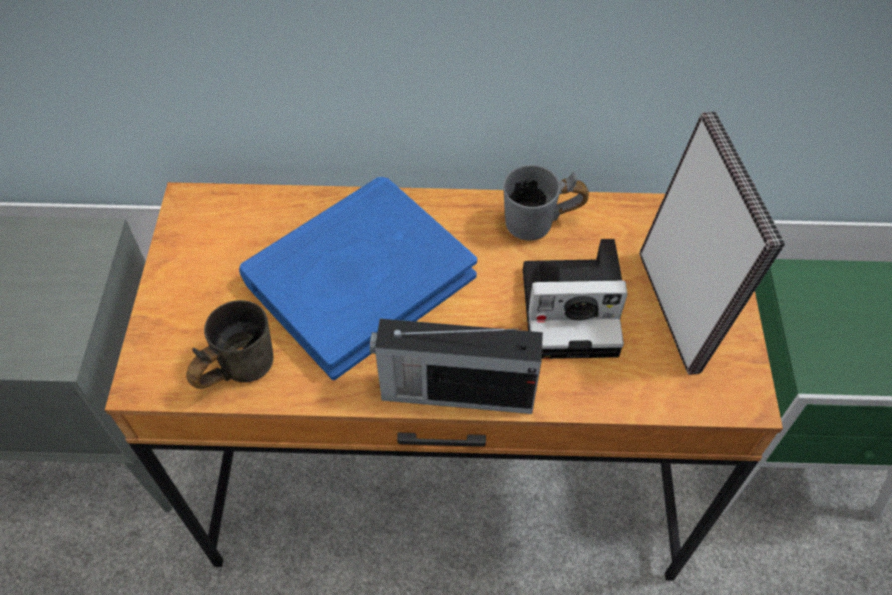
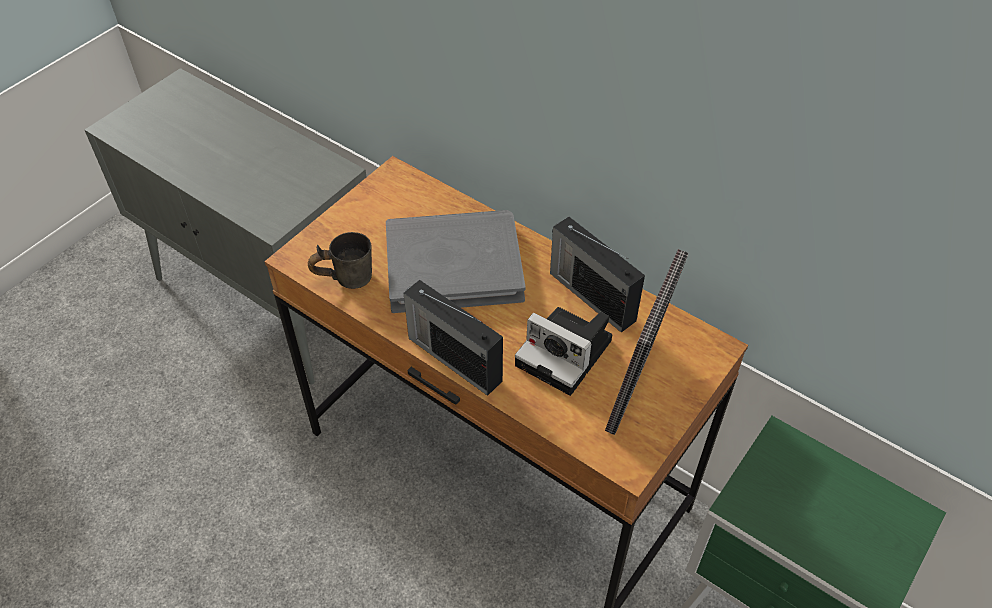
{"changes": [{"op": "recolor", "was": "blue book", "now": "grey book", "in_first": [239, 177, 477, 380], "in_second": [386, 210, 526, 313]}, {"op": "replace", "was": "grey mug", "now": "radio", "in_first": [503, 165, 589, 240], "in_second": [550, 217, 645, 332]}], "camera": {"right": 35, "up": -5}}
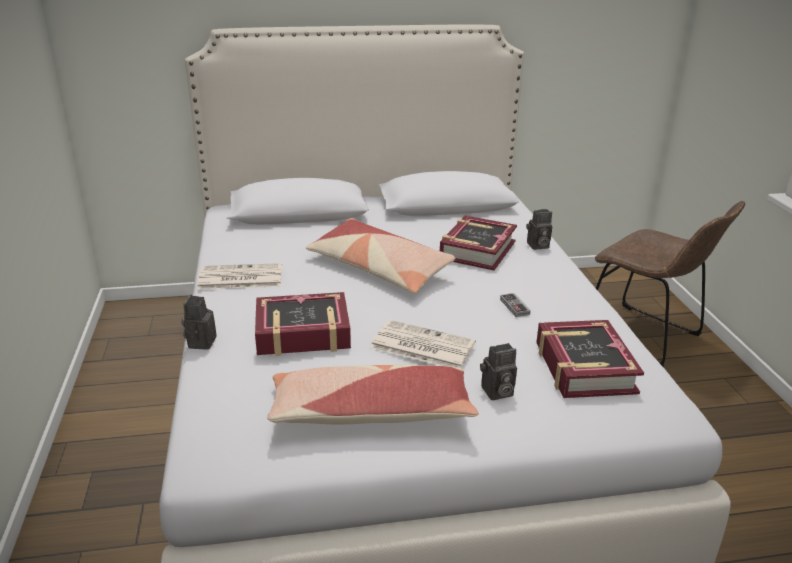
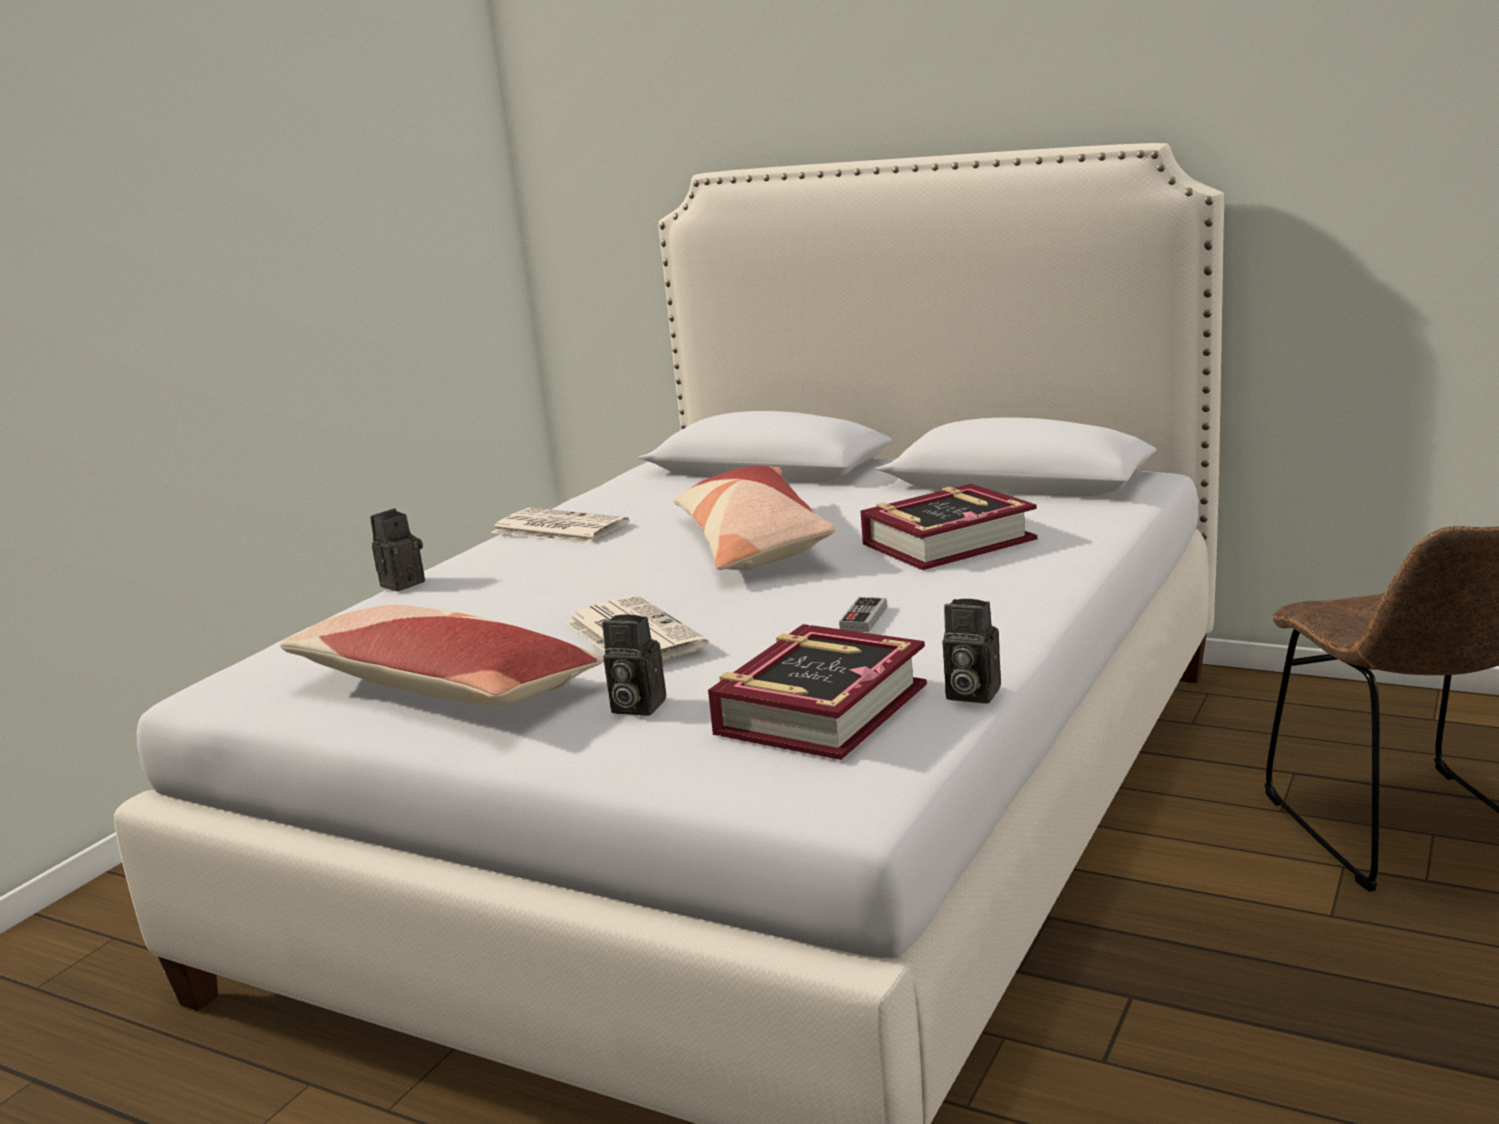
{"changes": [{"op": "delete", "was": "book", "in_first": [255, 292, 351, 356]}, {"op": "move", "was": "photo camera", "in_first": [526, 209, 552, 250], "in_second": [942, 599, 1001, 704]}], "camera": {"right": 40, "up": -10}}
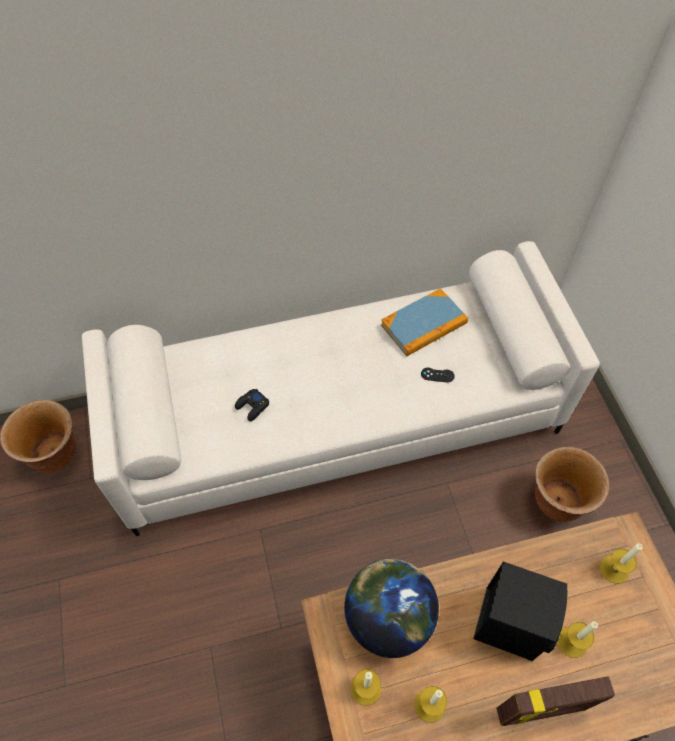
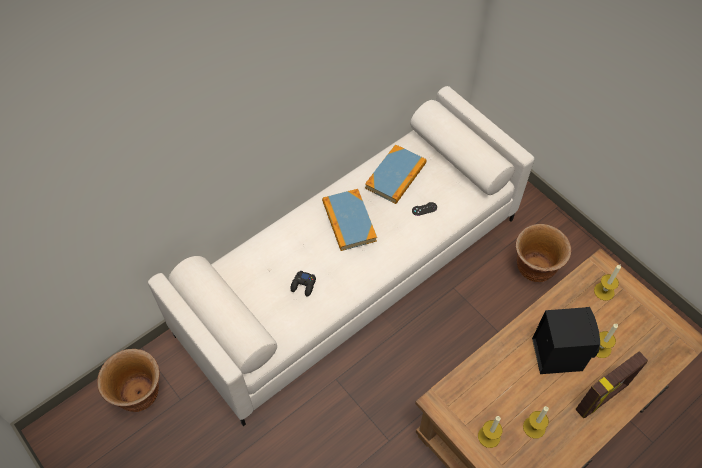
{"changes": [{"op": "delete", "was": "globe", "in_first": [344, 559, 439, 658]}, {"op": "insert", "now": "book", "in_second": [322, 189, 377, 251]}], "camera": {"right": -25, "up": 0}}
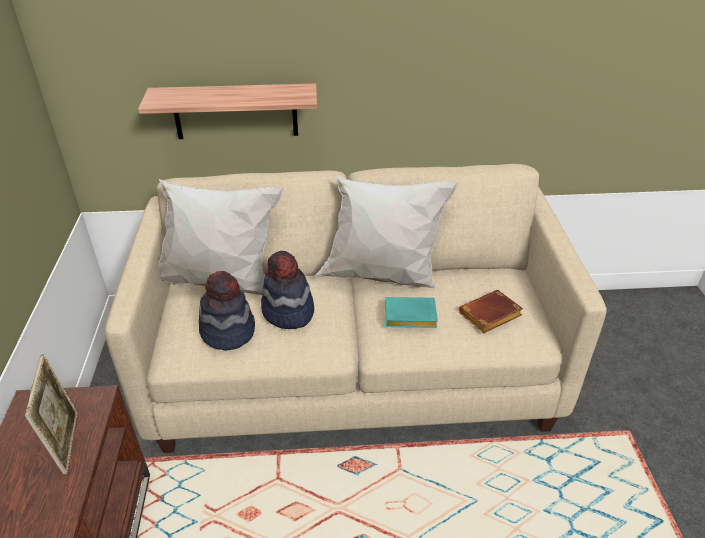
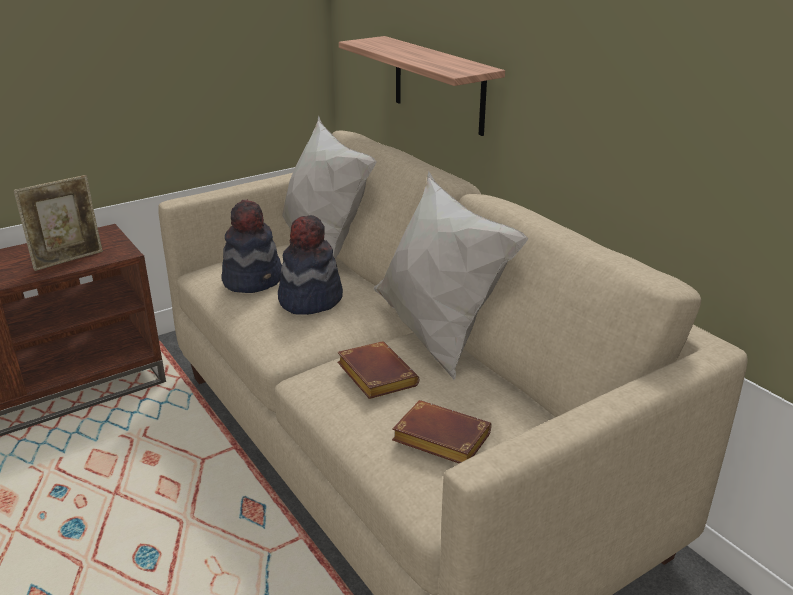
{"changes": [{"op": "recolor", "was": "turquoise book", "now": "brown book", "in_first": [385, 297, 438, 328], "in_second": [337, 342, 419, 399]}], "camera": {"right": 60, "up": -10}}
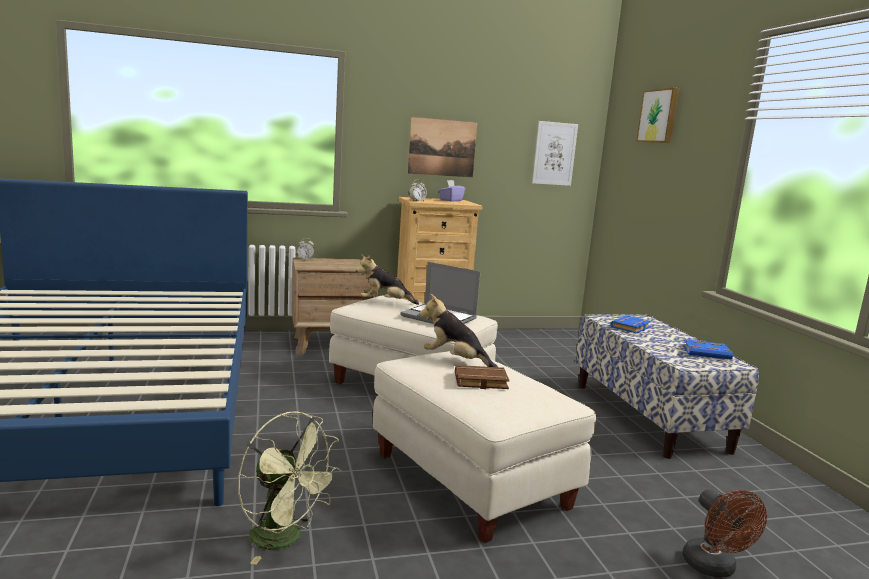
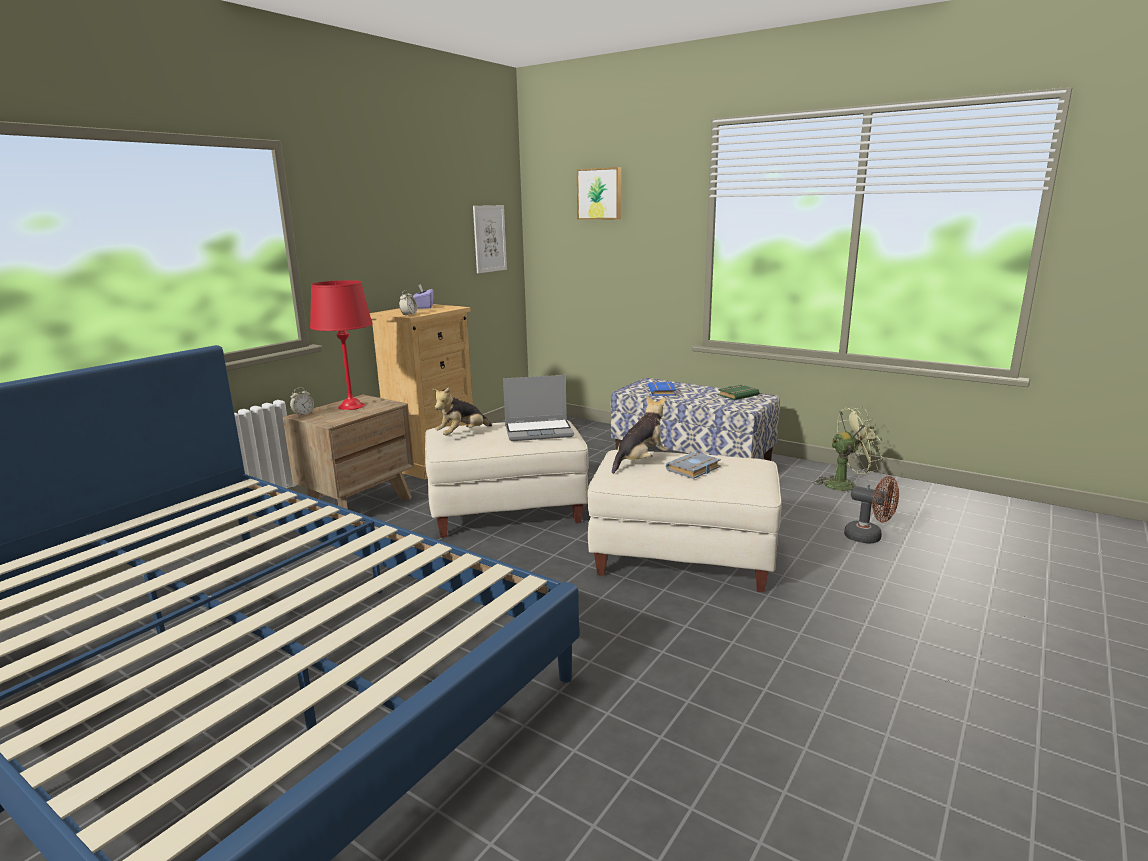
{"changes": [{"op": "move", "was": "green fan", "in_first": [238, 411, 341, 565], "in_second": [813, 407, 883, 491]}, {"op": "delete", "was": "picture", "in_first": [408, 117, 477, 178]}, {"op": "rotate", "was": "plush toy", "in_first": [419, 294, 498, 367], "in_second": [612, 396, 669, 474], "clockwise": 150}, {"op": "recolor", "was": "brown book", "now": "grey book", "in_first": [455, 365, 510, 389], "in_second": [665, 452, 721, 479]}, {"op": "recolor", "was": "blue book", "now": "green book", "in_first": [683, 339, 733, 360], "in_second": [718, 385, 760, 400]}, {"op": "insert", "now": "red table lamp", "in_second": [310, 280, 373, 410]}], "camera": {"right": -40, "up": 5}}
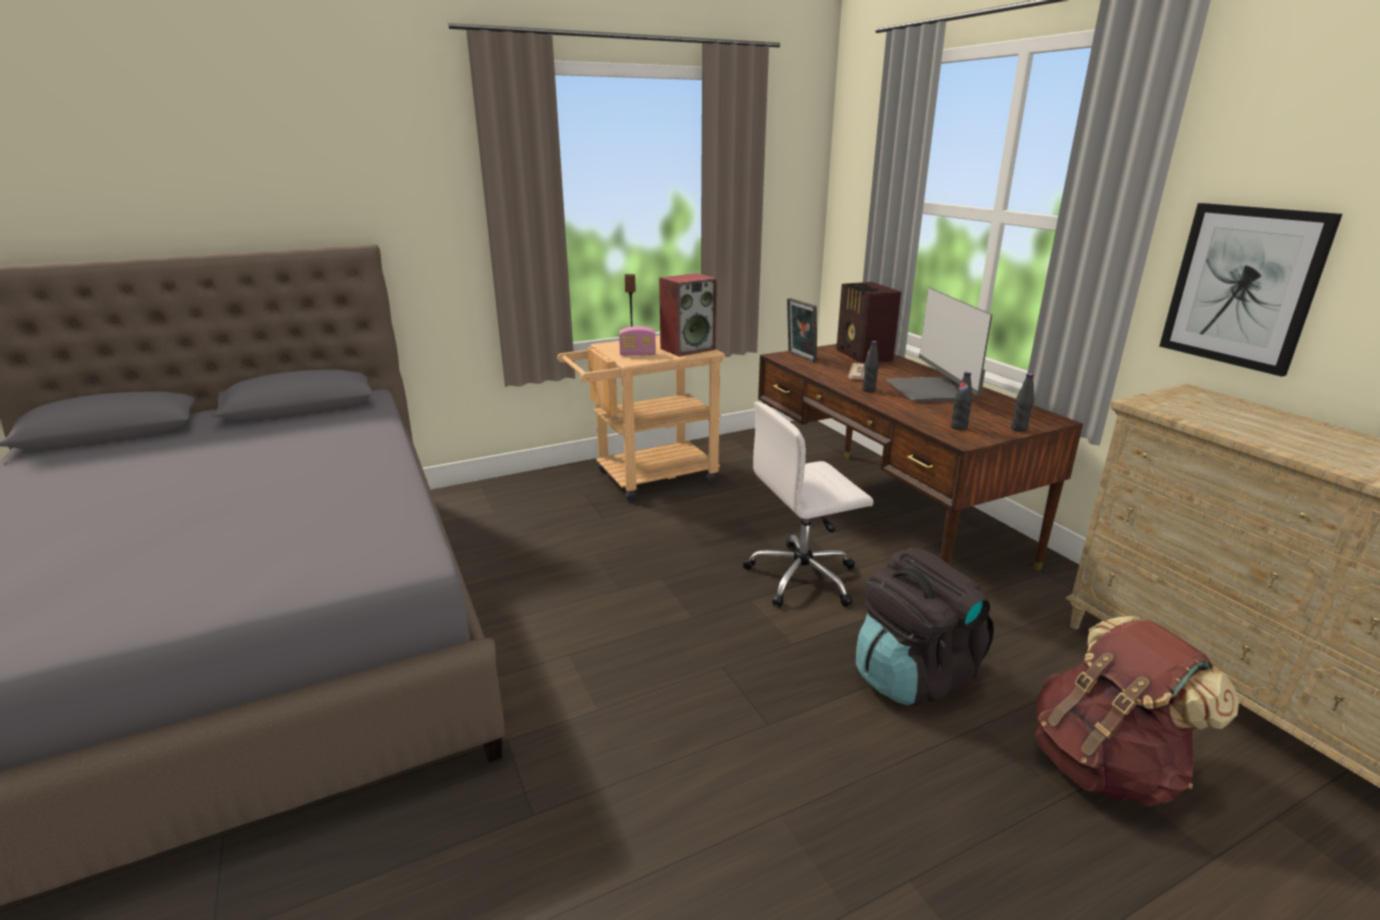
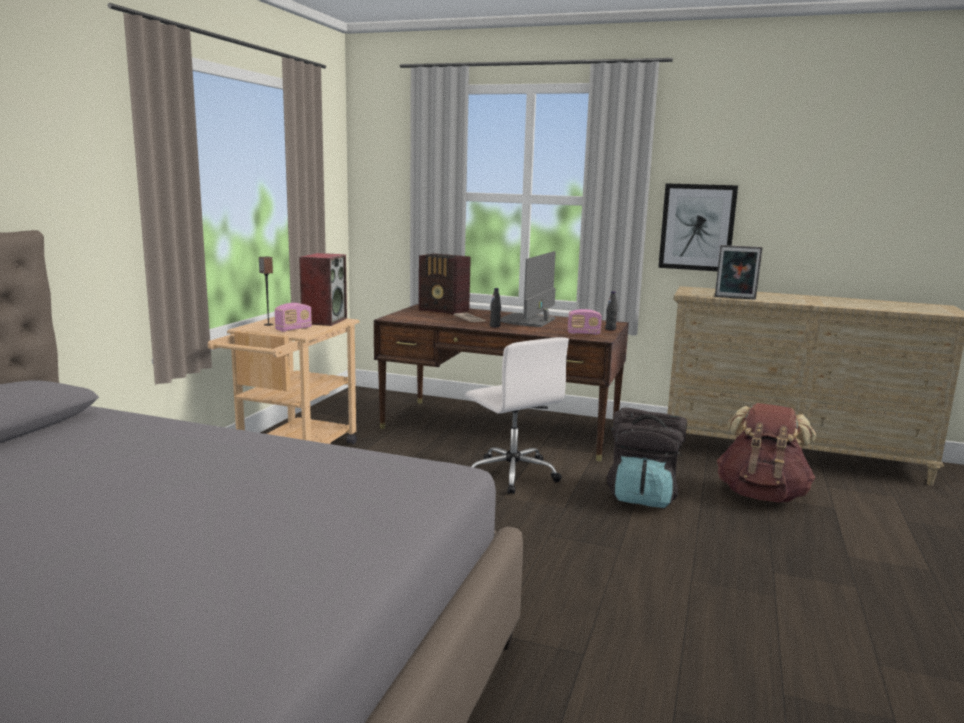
{"changes": [{"op": "rotate", "was": "white office chair", "in_first": [743, 402, 873, 607], "in_second": [465, 337, 569, 494], "clockwise": -60}, {"op": "move", "was": "picture frame", "in_first": [787, 298, 817, 363], "in_second": [715, 245, 762, 300]}, {"op": "rotate", "was": "monitor", "in_first": [886, 288, 992, 402], "in_second": [500, 251, 556, 327], "clockwise": 75}, {"op": "replace", "was": "black bottle", "now": "radio", "in_first": [951, 372, 972, 430], "in_second": [568, 309, 602, 335]}], "camera": {"right": -45, "up": -10}}
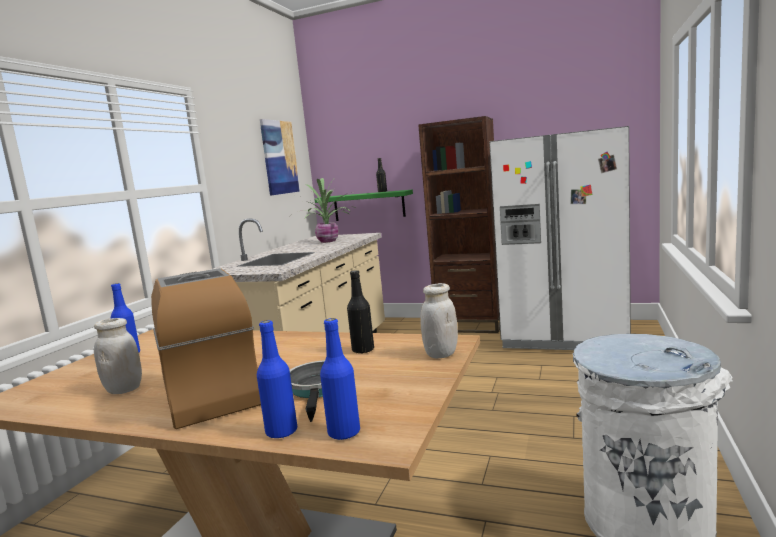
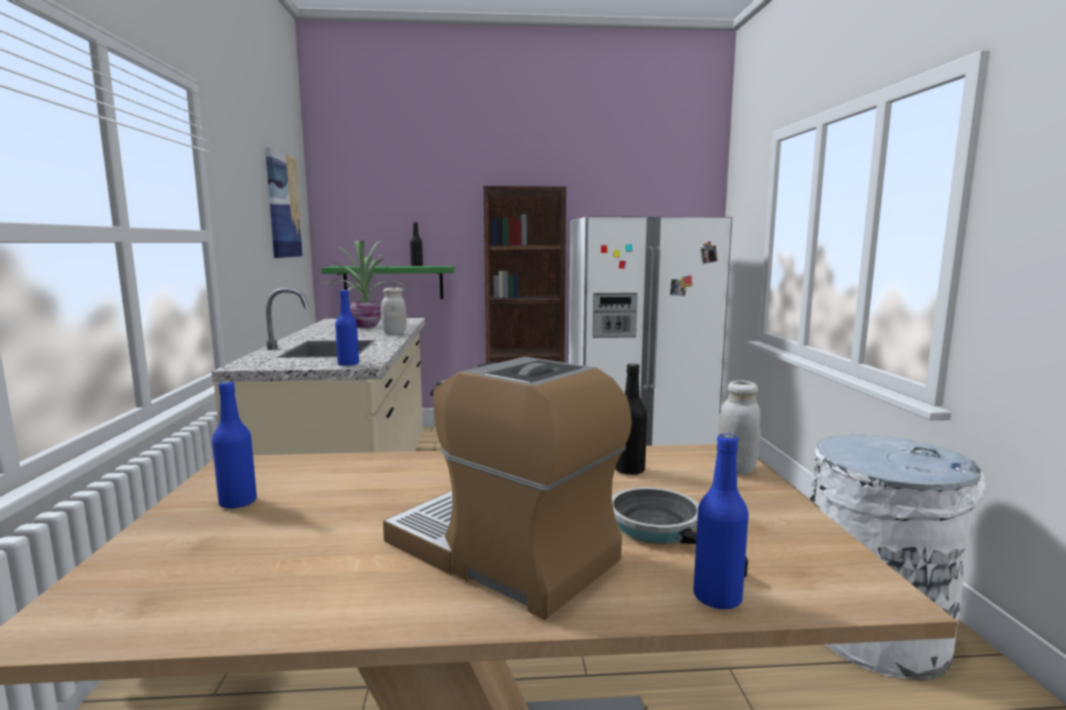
{"changes": [{"op": "move", "was": "white jar", "in_first": [94, 318, 142, 394], "in_second": [381, 288, 407, 335]}, {"op": "move", "was": "blue bottle", "in_first": [320, 318, 360, 440], "in_second": [335, 290, 359, 366]}], "camera": {"right": -25, "up": 0}}
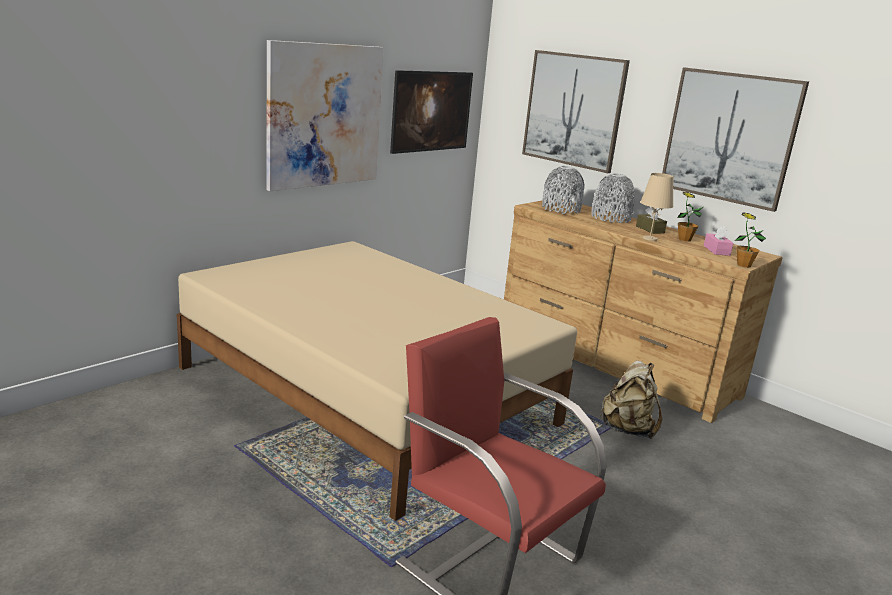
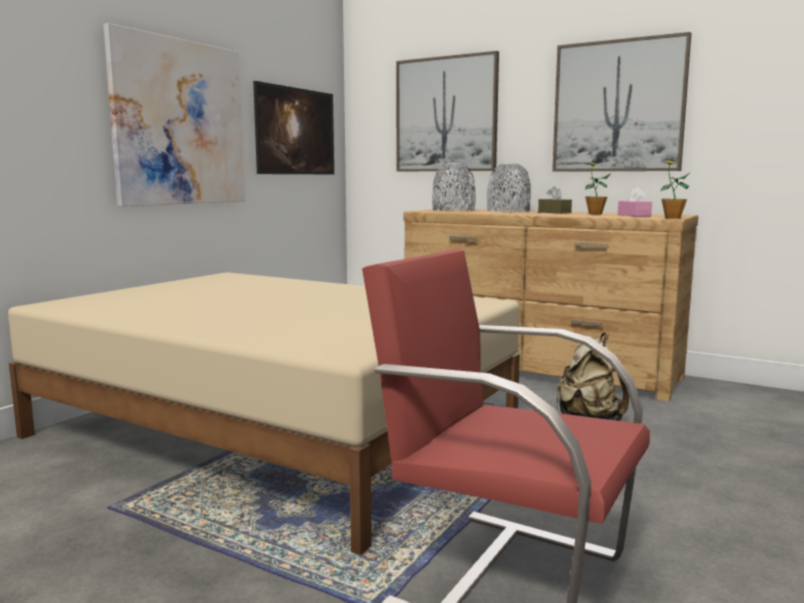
{"changes": [{"op": "delete", "was": "beige table lamp", "in_first": [640, 173, 674, 241]}], "camera": {"right": -10, "up": -10}}
